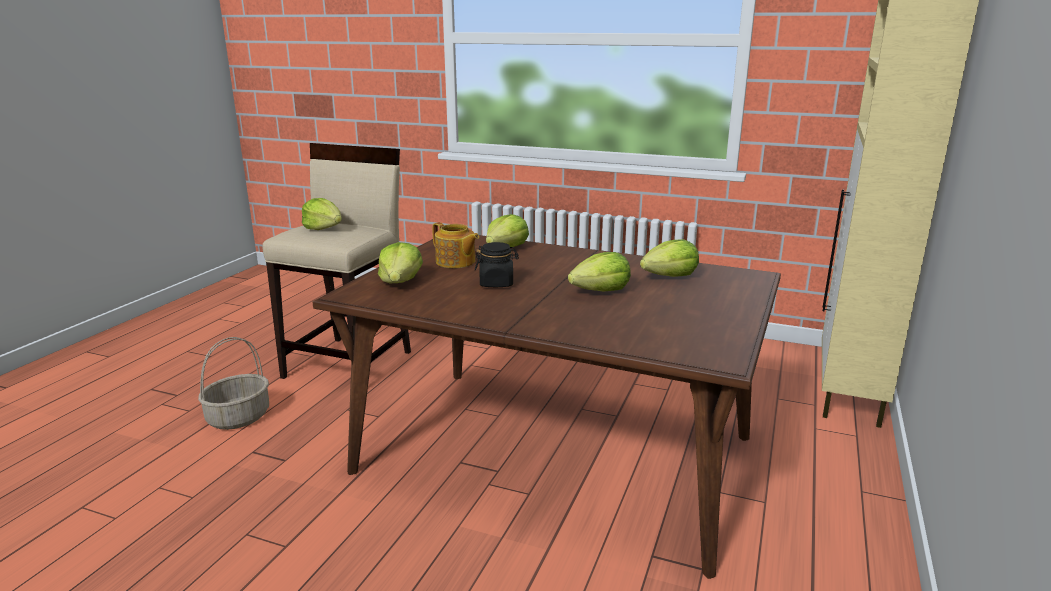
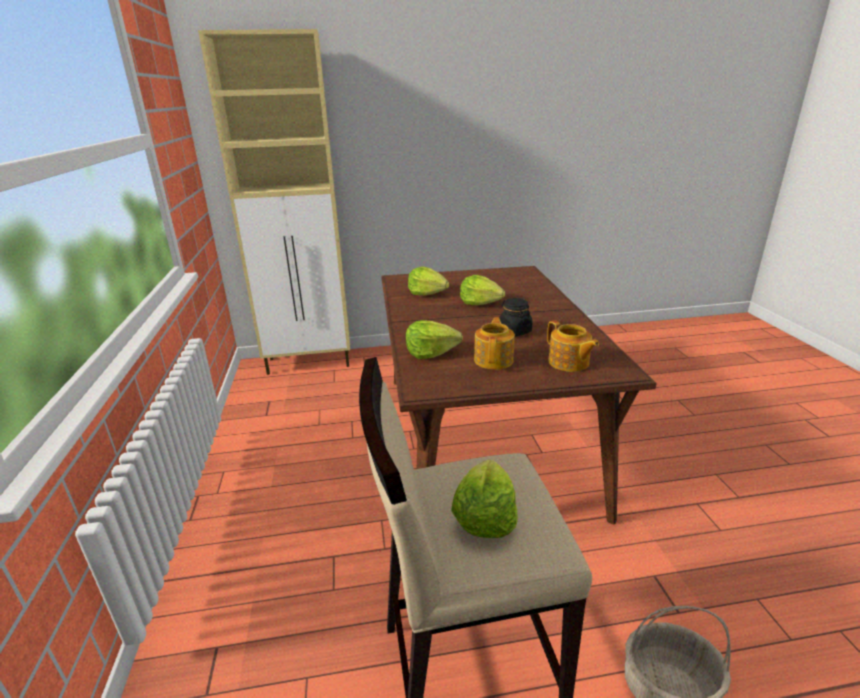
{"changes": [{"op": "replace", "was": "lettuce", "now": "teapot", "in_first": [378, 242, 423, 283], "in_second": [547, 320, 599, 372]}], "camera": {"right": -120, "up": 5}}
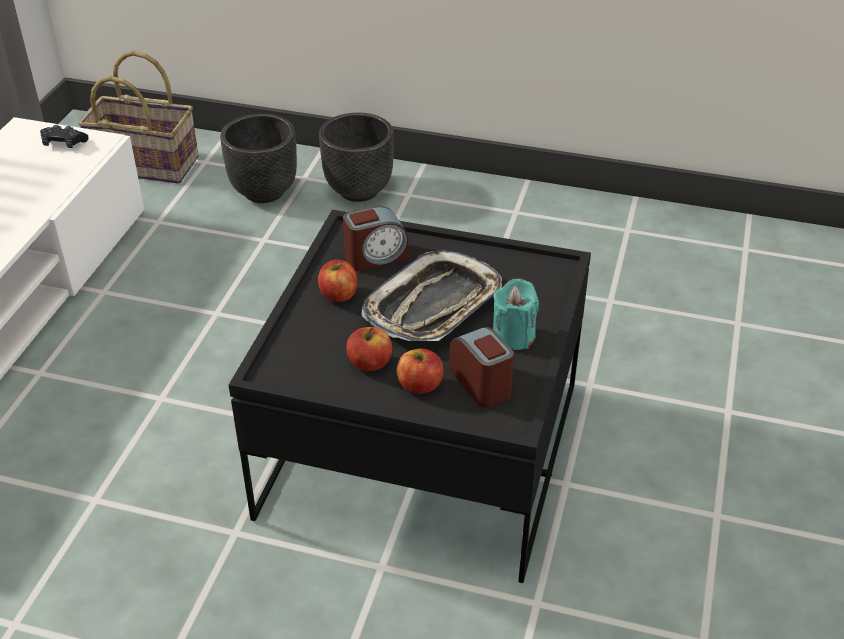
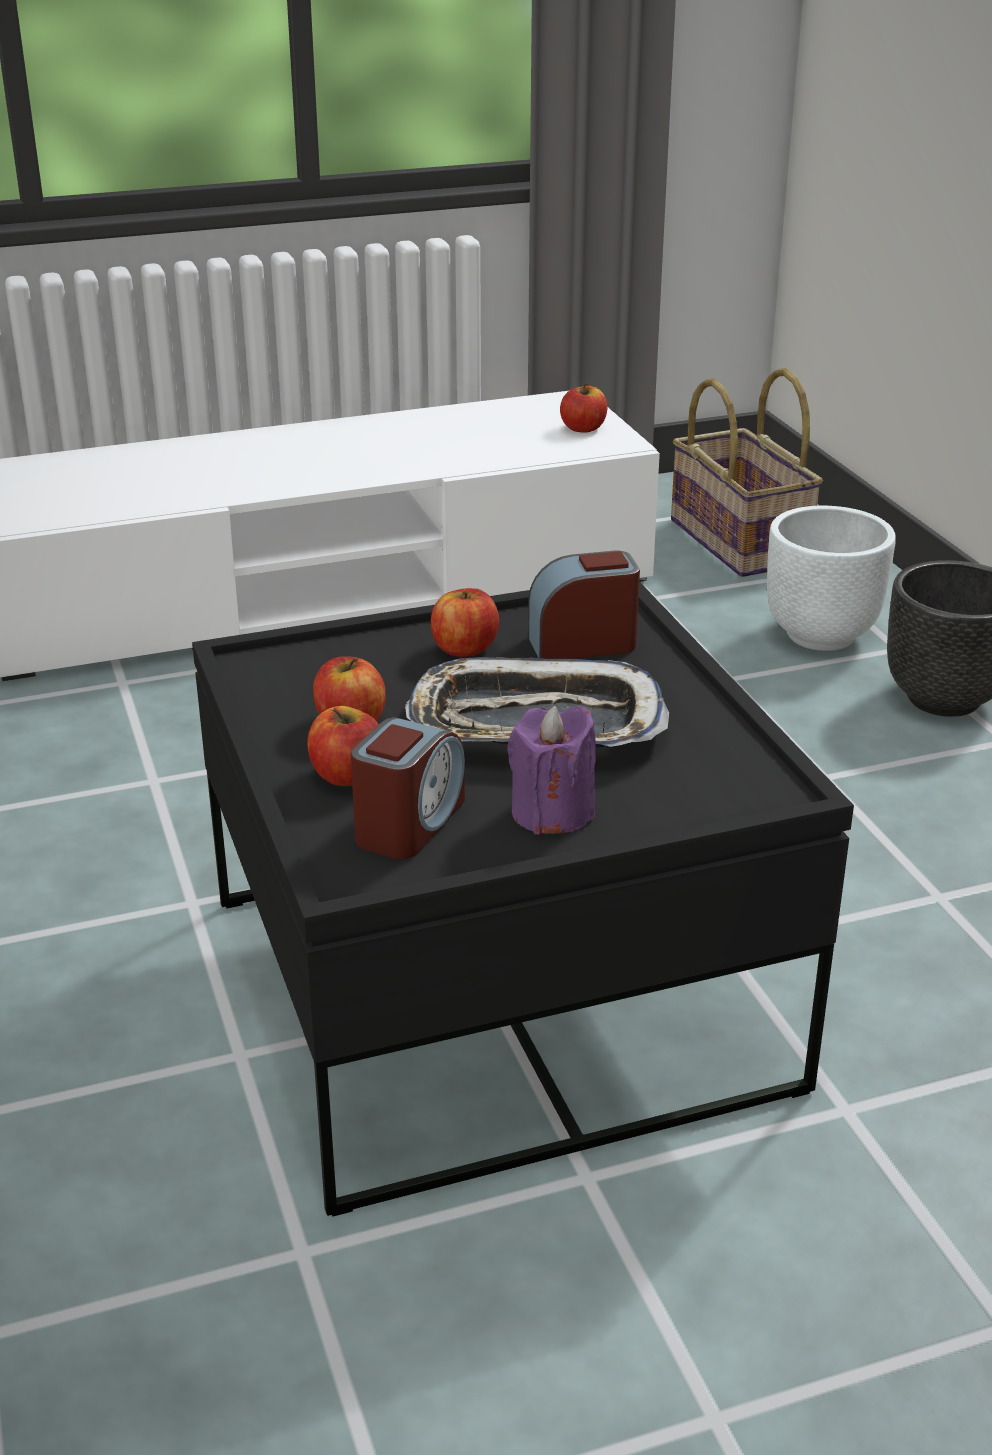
{"changes": [{"op": "replace", "was": "black game controller", "now": "apple", "in_first": [40, 125, 89, 148], "in_second": [560, 383, 607, 433]}, {"op": "recolor", "was": "black planter", "now": "white planter", "in_first": [220, 114, 297, 203], "in_second": [767, 506, 896, 651]}, {"op": "rotate", "was": "alarm clock", "in_first": [343, 206, 408, 271], "in_second": [528, 551, 640, 659], "clockwise": 135}, {"op": "recolor", "was": "turquoise candle", "now": "purple candle", "in_first": [493, 279, 539, 350], "in_second": [507, 706, 596, 835]}], "camera": {"right": 55, "up": -10}}
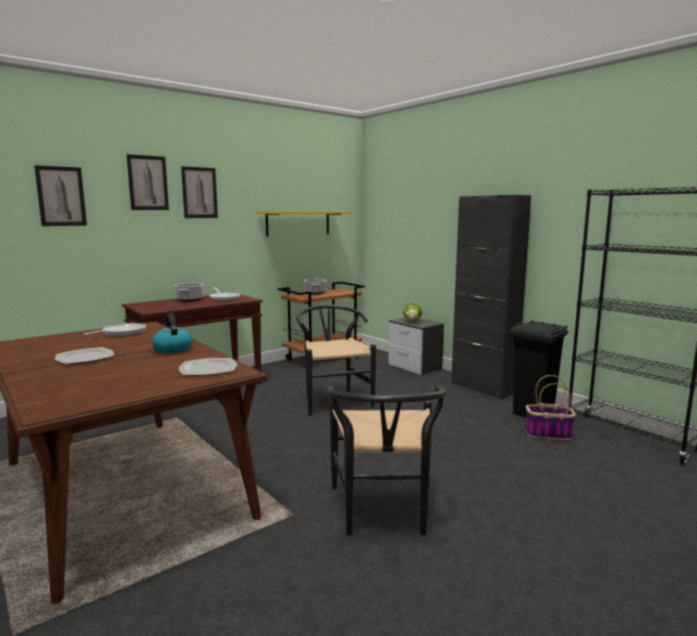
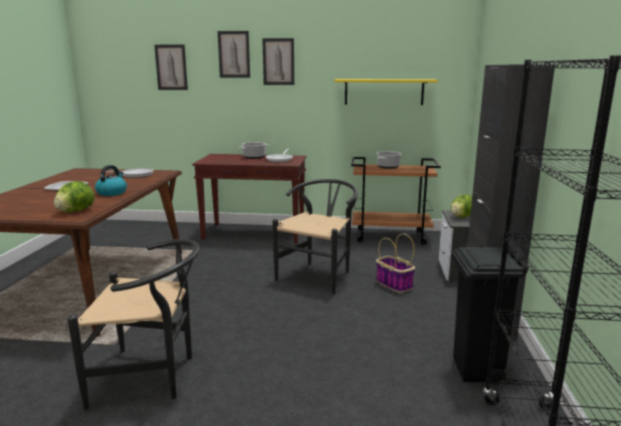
{"changes": [{"op": "replace", "was": "plate", "now": "lettuce", "in_first": [179, 358, 237, 376], "in_second": [54, 181, 95, 212]}, {"op": "rotate", "was": "black chair", "in_first": [326, 386, 447, 536], "in_second": [67, 239, 200, 410], "clockwise": -135}, {"op": "move", "was": "basket", "in_first": [525, 375, 576, 440], "in_second": [376, 233, 415, 293]}], "camera": {"right": 45, "up": 5}}
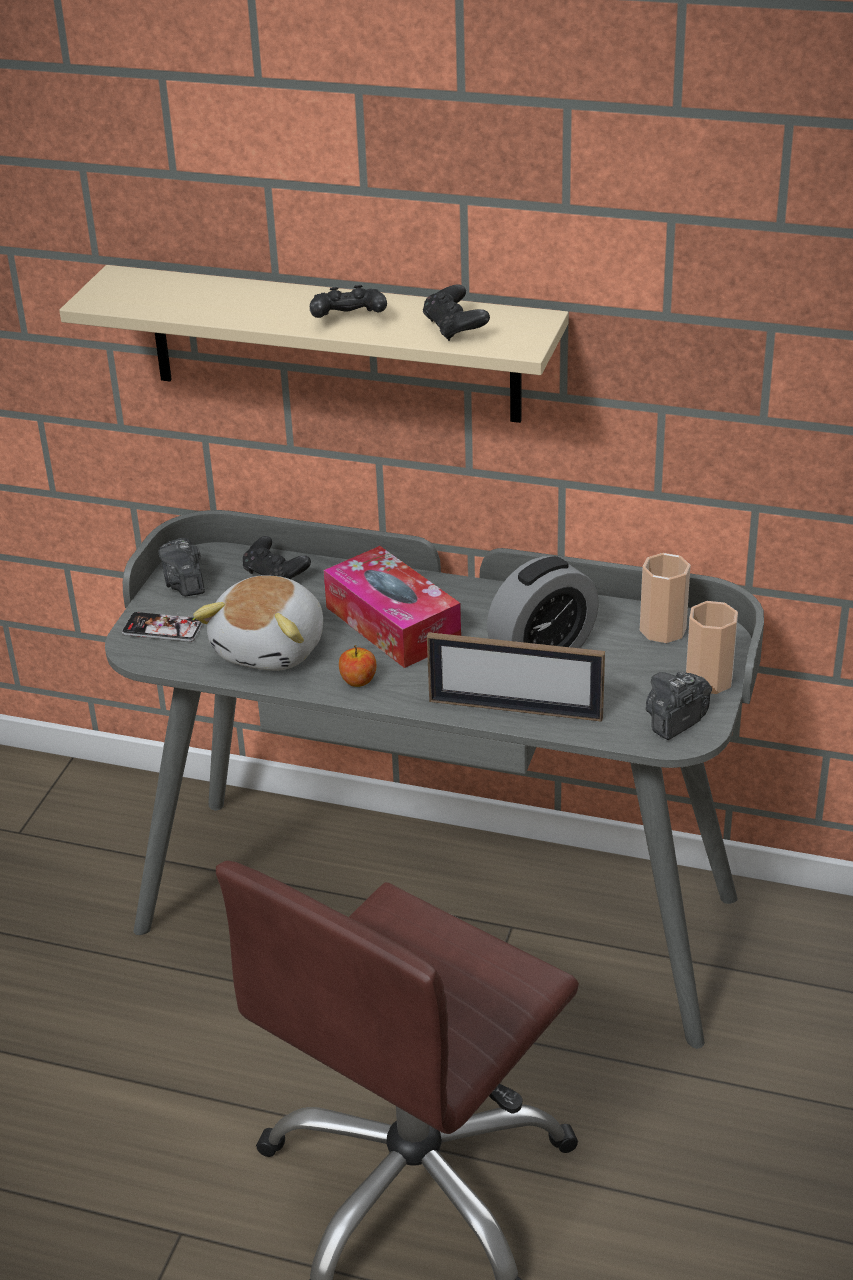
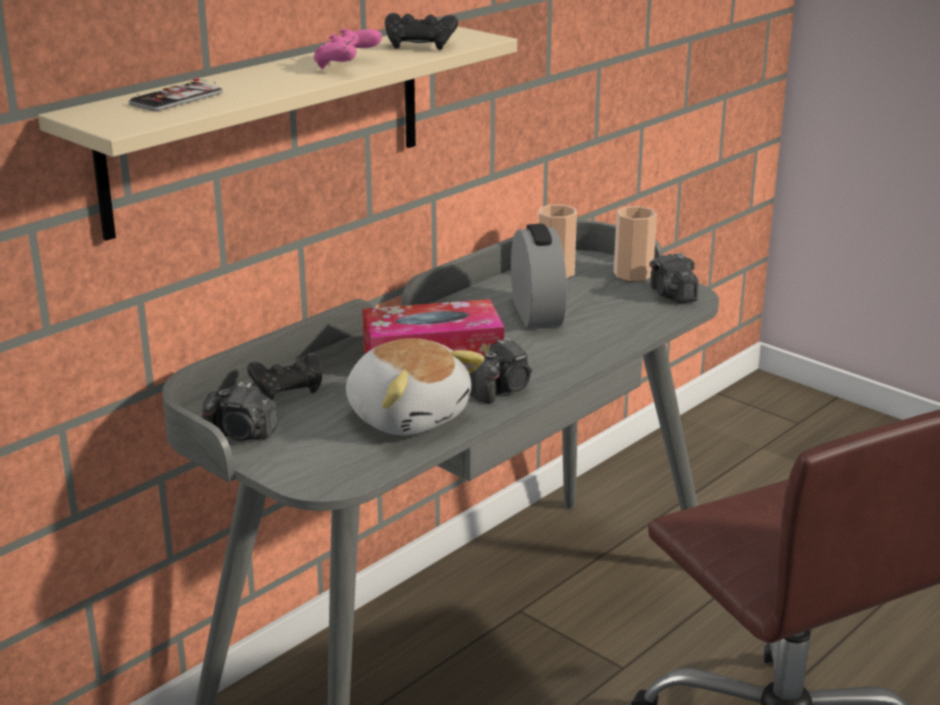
{"changes": [{"op": "move", "was": "phone", "in_first": [122, 612, 203, 642], "in_second": [129, 78, 223, 111]}, {"op": "recolor", "was": "black game controller", "now": "pink game controller", "in_first": [310, 285, 387, 318], "in_second": [314, 28, 382, 69]}, {"op": "replace", "was": "apple", "now": "photo camera", "in_first": [339, 645, 376, 687], "in_second": [469, 338, 532, 403]}, {"op": "delete", "was": "picture frame", "in_first": [427, 632, 605, 722]}], "camera": {"right": -65, "up": -10}}
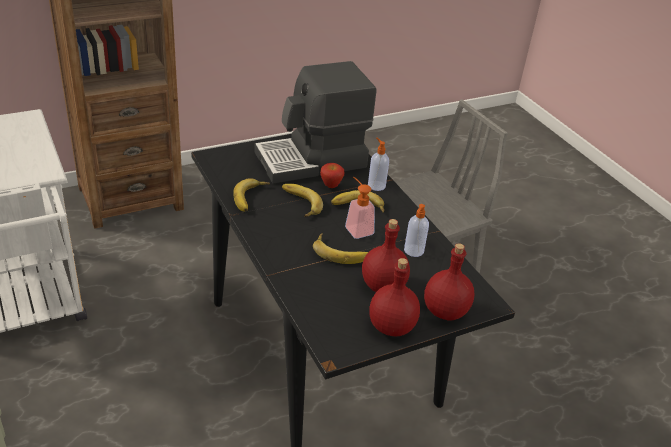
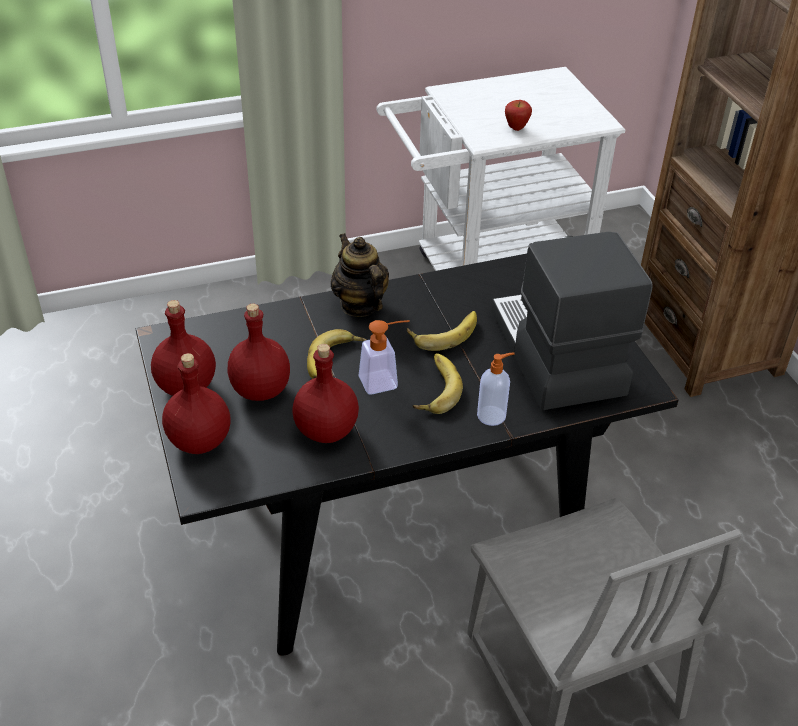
{"changes": [{"op": "delete", "was": "banana", "in_first": [233, 178, 270, 211]}, {"op": "move", "was": "apple", "in_first": [320, 163, 344, 188], "in_second": [505, 100, 532, 131]}, {"op": "replace", "was": "soap dispenser", "now": "red bottle", "in_first": [404, 204, 429, 257], "in_second": [292, 344, 359, 443]}, {"op": "insert", "now": "teapot", "in_second": [331, 233, 389, 317]}], "camera": {"right": 100, "up": 5}}
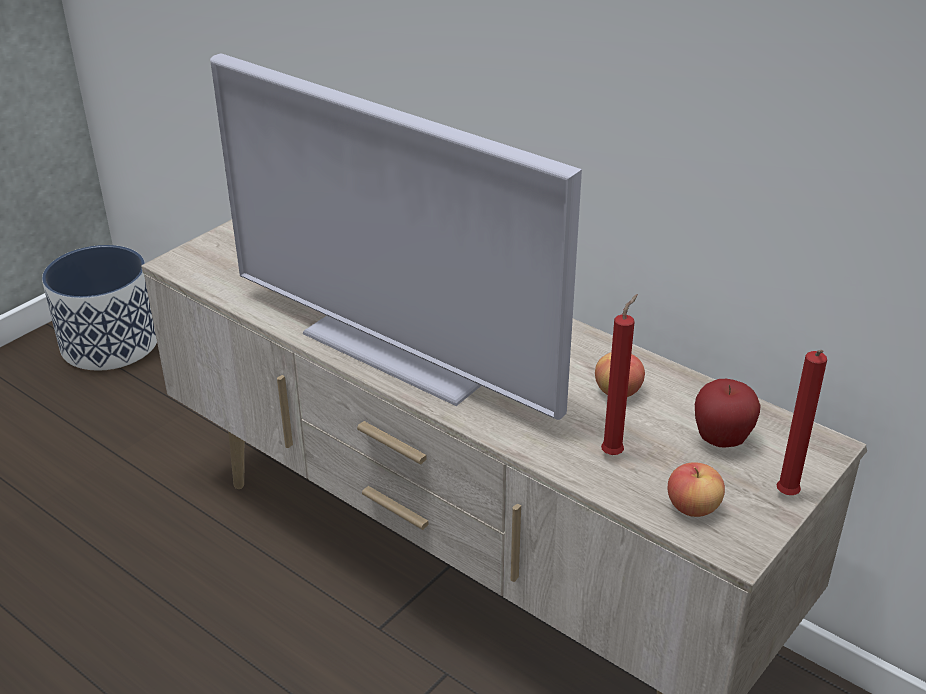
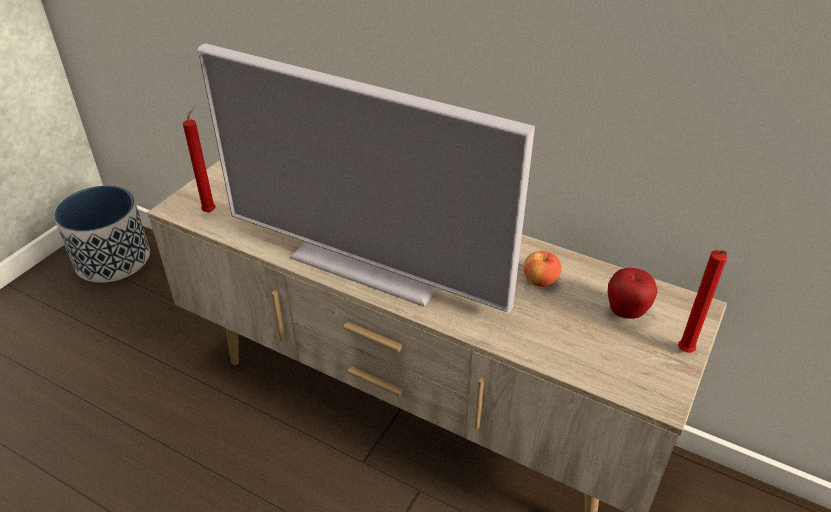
{"changes": [{"op": "move", "was": "red candle", "in_first": [601, 294, 638, 455], "in_second": [183, 106, 216, 213]}, {"op": "delete", "was": "apple", "in_first": [668, 462, 725, 517]}], "camera": {"right": -10, "up": 5}}
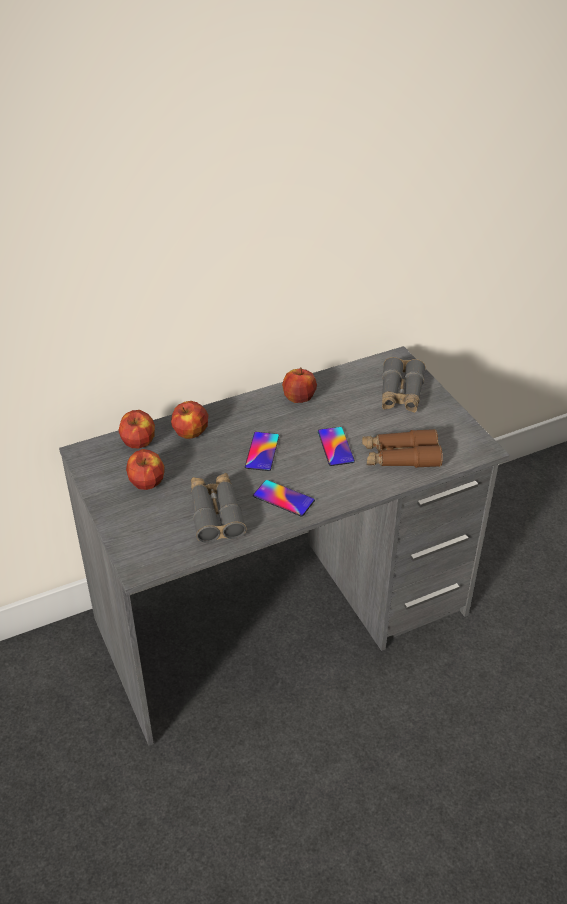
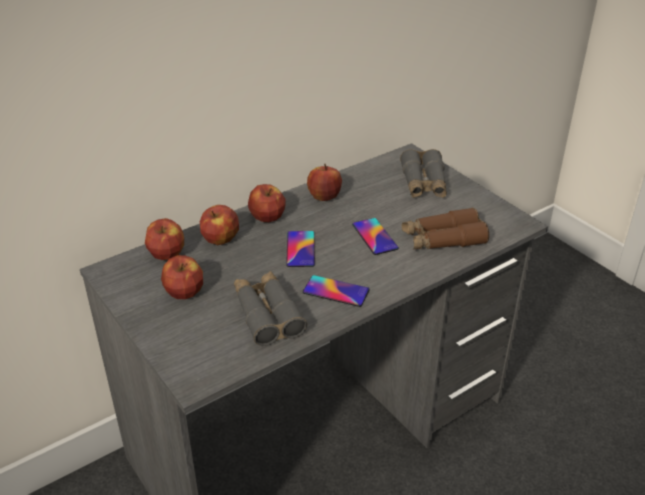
{"changes": [{"op": "insert", "now": "apple", "in_second": [248, 184, 286, 222]}], "camera": {"right": -10, "up": -5}}
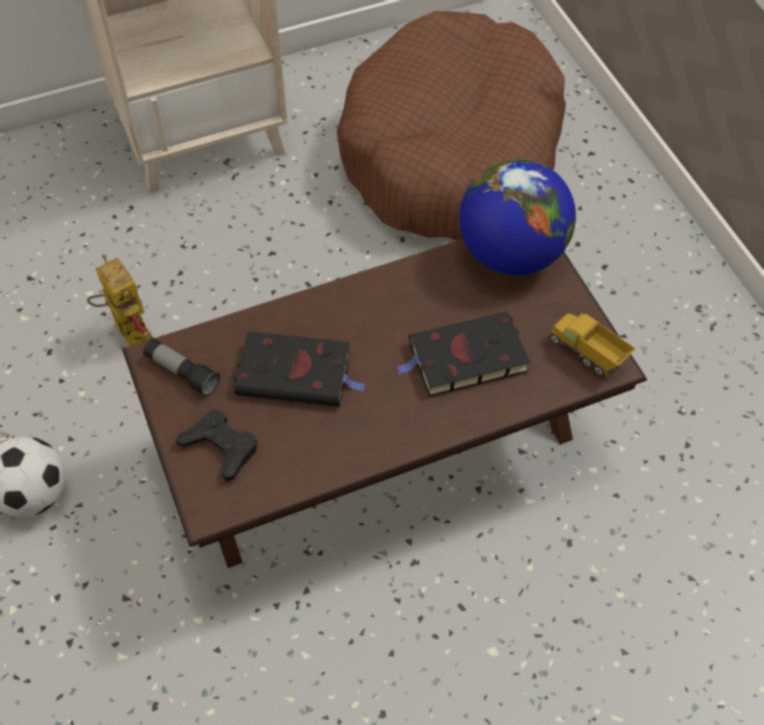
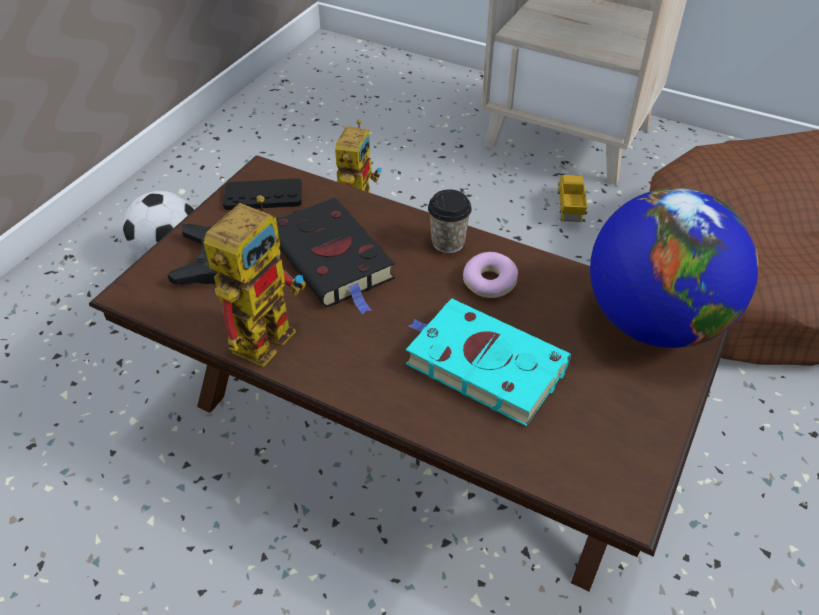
{"changes": [{"op": "replace", "was": "flashlight", "now": "black game controller", "in_first": [143, 338, 220, 397], "in_second": [223, 178, 302, 210]}, {"op": "recolor", "was": "black book", "now": "turquoise book", "in_first": [396, 311, 530, 397], "in_second": [406, 298, 571, 426]}, {"op": "move", "was": "toy truck", "in_first": [548, 313, 636, 377], "in_second": [558, 175, 587, 222]}, {"op": "insert", "now": "toy robot", "in_second": [204, 195, 306, 367]}, {"op": "insert", "now": "cup", "in_second": [428, 189, 472, 253]}, {"op": "insert", "now": "donut", "in_second": [463, 252, 518, 298]}], "camera": {"right": 50, "up": -10}}
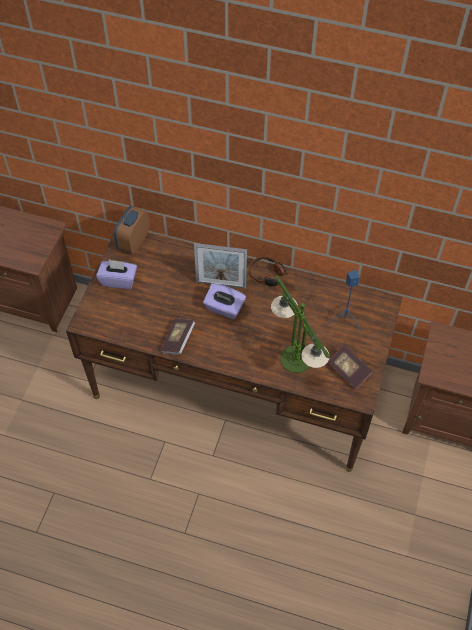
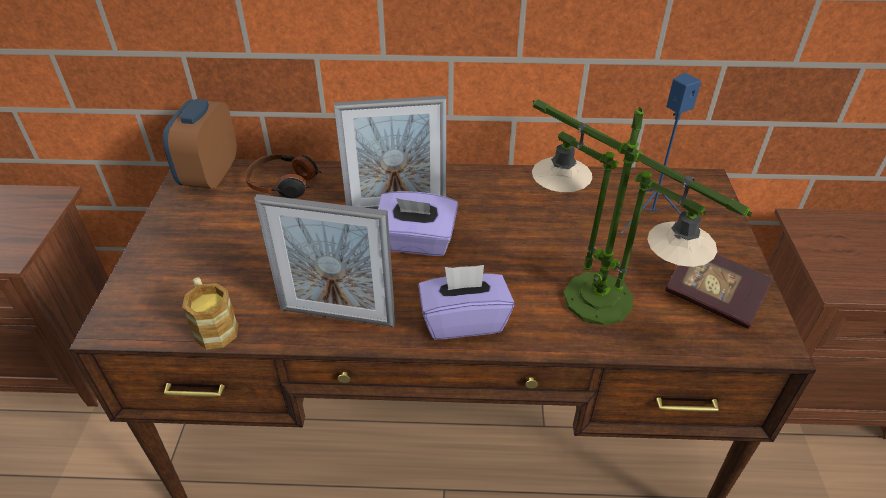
{"changes": [{"op": "move", "was": "purple tissue box", "in_first": [96, 260, 137, 289], "in_second": [418, 265, 514, 339]}, {"op": "replace", "was": "book", "now": "picture frame", "in_first": [160, 319, 196, 355], "in_second": [254, 194, 395, 327]}, {"op": "move", "was": "headphones", "in_first": [249, 256, 288, 287], "in_second": [245, 154, 322, 198]}, {"op": "insert", "now": "mug", "in_second": [182, 277, 238, 349]}], "camera": {"right": -15, "up": -15}}
